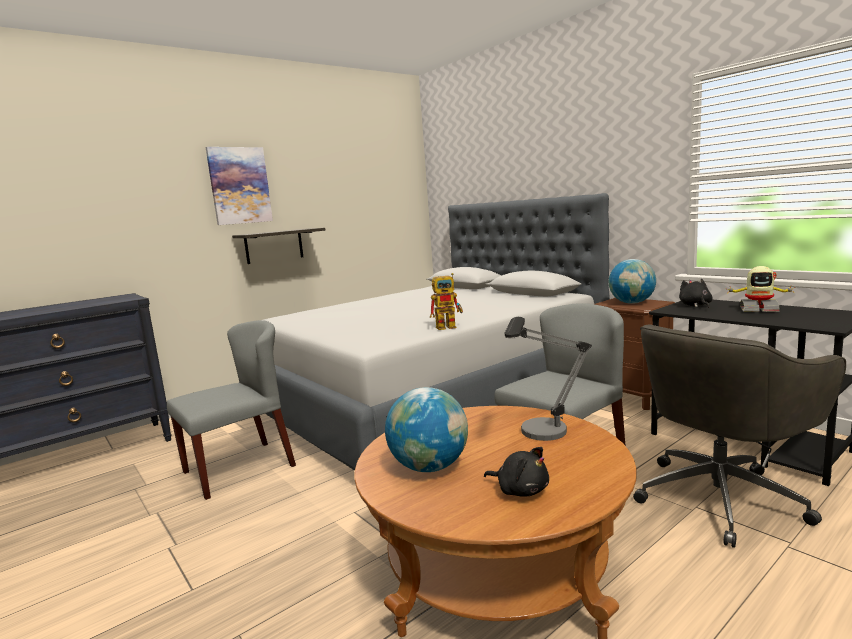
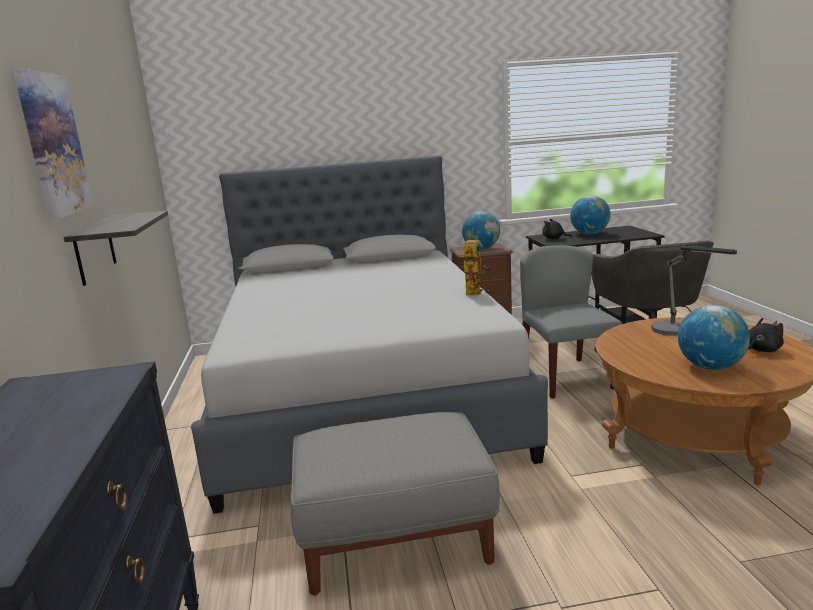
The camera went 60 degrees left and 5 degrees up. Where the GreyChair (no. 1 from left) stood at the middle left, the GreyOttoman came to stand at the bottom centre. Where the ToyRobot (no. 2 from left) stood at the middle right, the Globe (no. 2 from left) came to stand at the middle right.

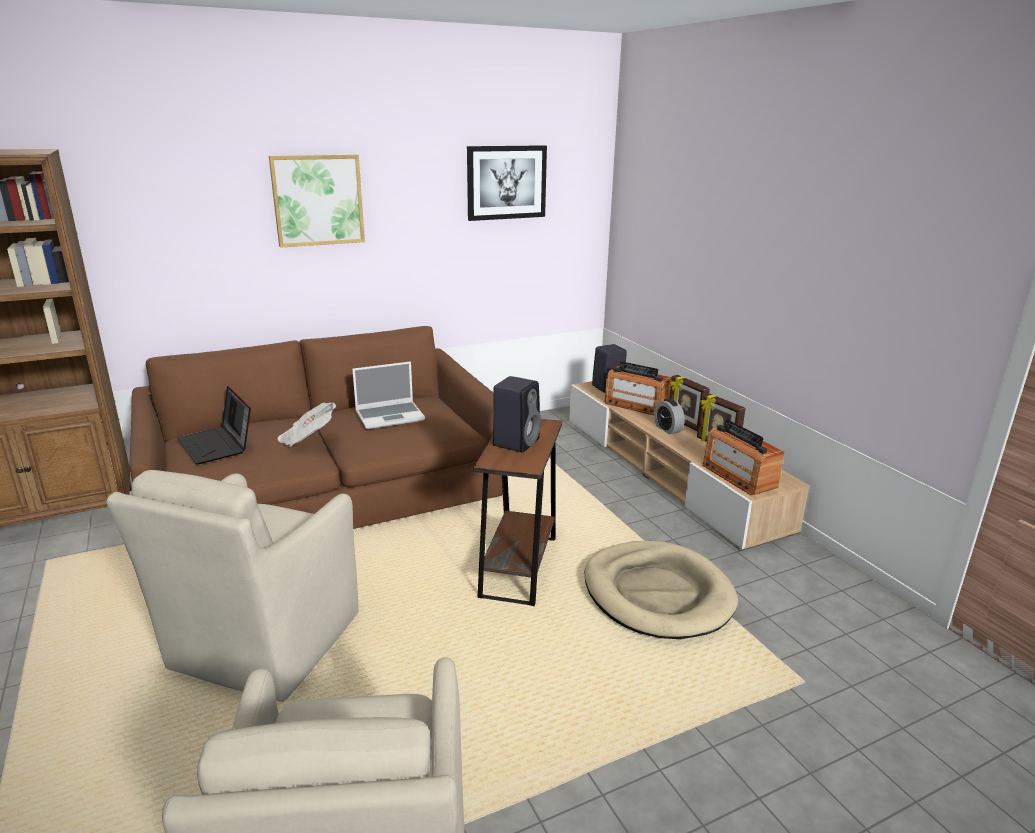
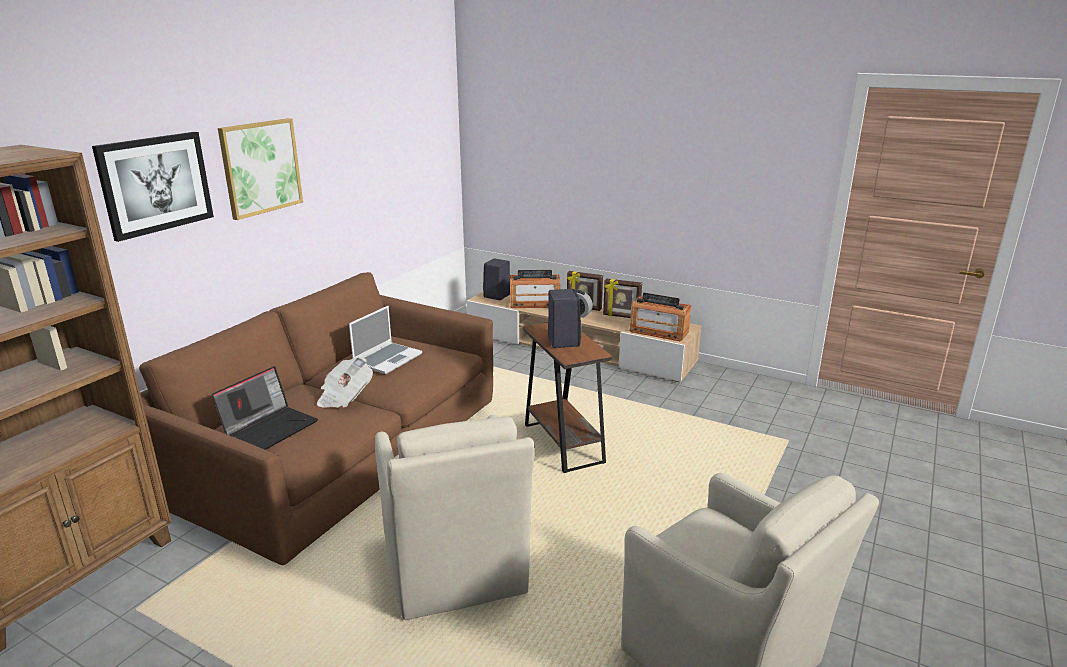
The camera went 35 degrees left and 0 degrees up. The Picture (no. 2 from left in the first image) ended up elsewhere, having gone from the top centre to the top left. The Laptop (no. 1 from left) at the middle left ended up facing another way, 75 degrees counterclockwise from before. The second view lost the BeigeDogBed at the bottom centre.

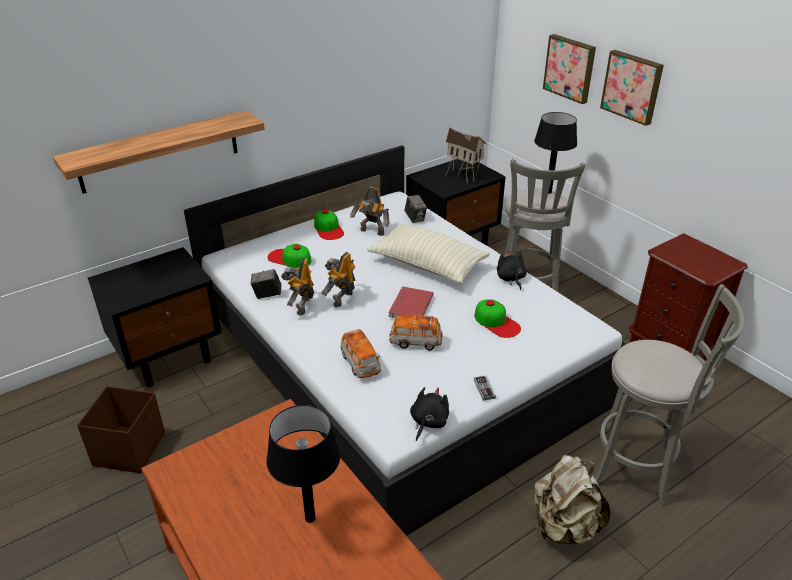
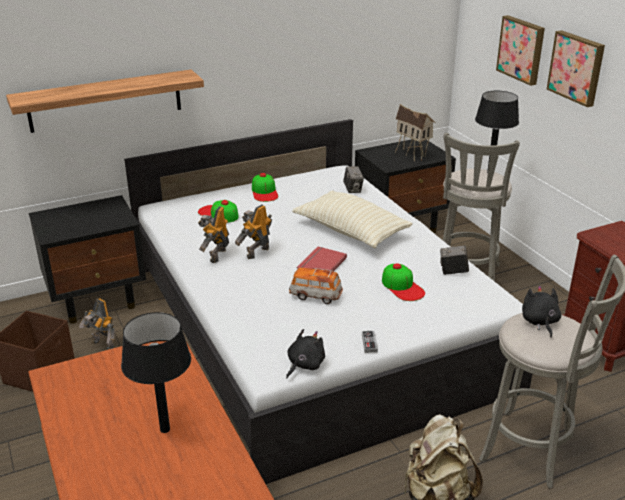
The camera went 10 degrees right and 5 degrees down. The ToyRobot (no. 3 from left in the first image) ended up elsewhere, having gone from the centre to the middle left. The PhotoCamera (no. 1 from left in the first image) ended up elsewhere, having gone from the centre to the middle right. The BlackPlushToy (no. 2 from left) ended up elsewhere, having gone from the centre to the middle right. The second view lost the ToyCar (no. 1 from left) at the centre.

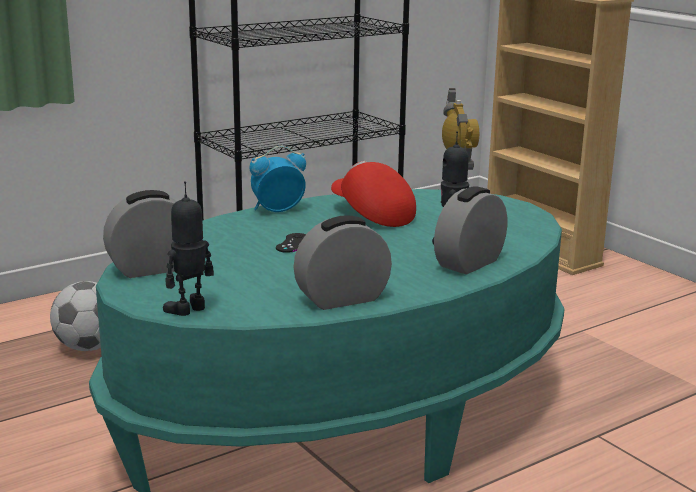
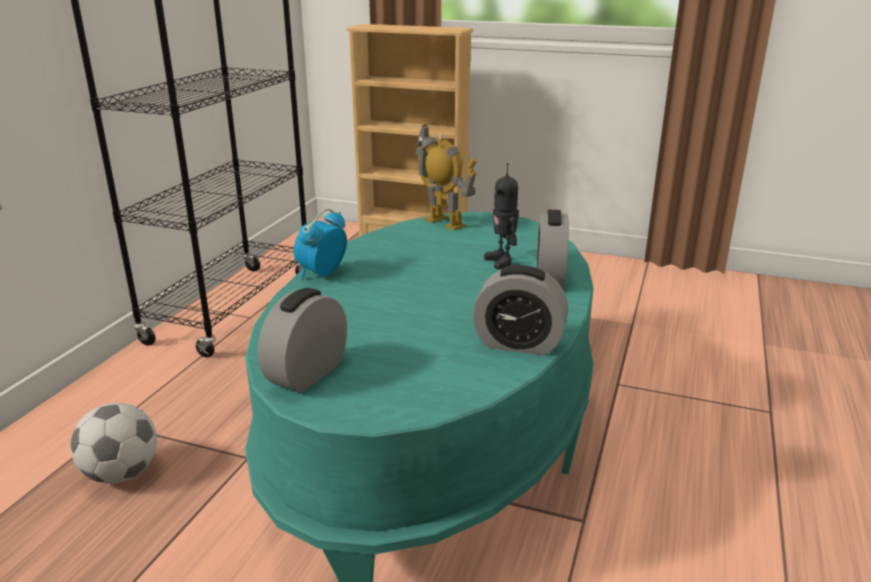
The camera went 35 degrees left and 5 degrees up. The AlarmClock (no. 3 from left) at the centre ended up facing another way, 105 degrees counterclockwise from before. The second view lost the ToyRobot (no. 1 from left) at the middle left. The second view lost the BlackGameController at the centre. The second view lost the RedCap at the centre.

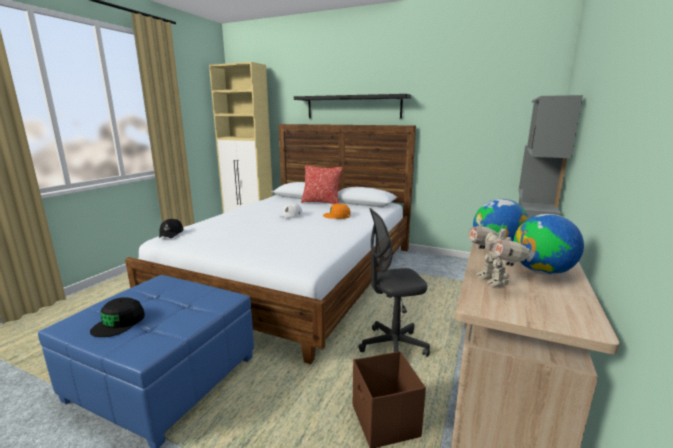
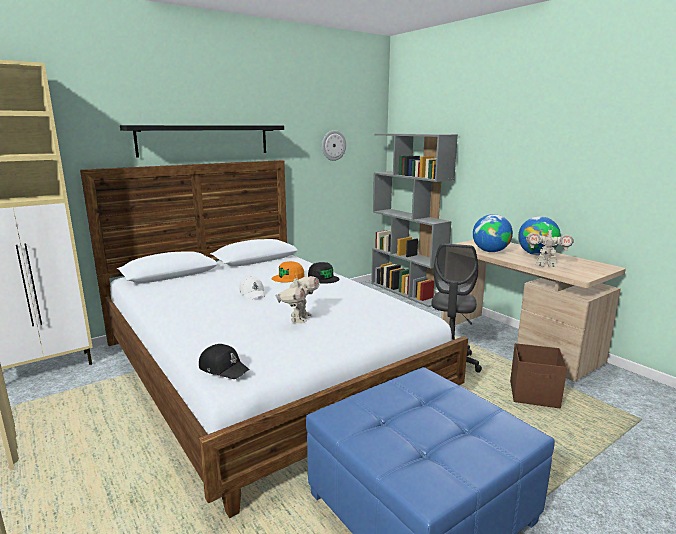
The camera went 60 degrees left and 0 degrees up. The second view gained the ToyRobot (no. 1 from left) at the centre. The BlackCap (no. 1 from left in the first image) ended up elsewhere, having gone from the bottom left to the centre. The second view gained the WallClock at the top centre. The second view lost the Pillow at the centre.

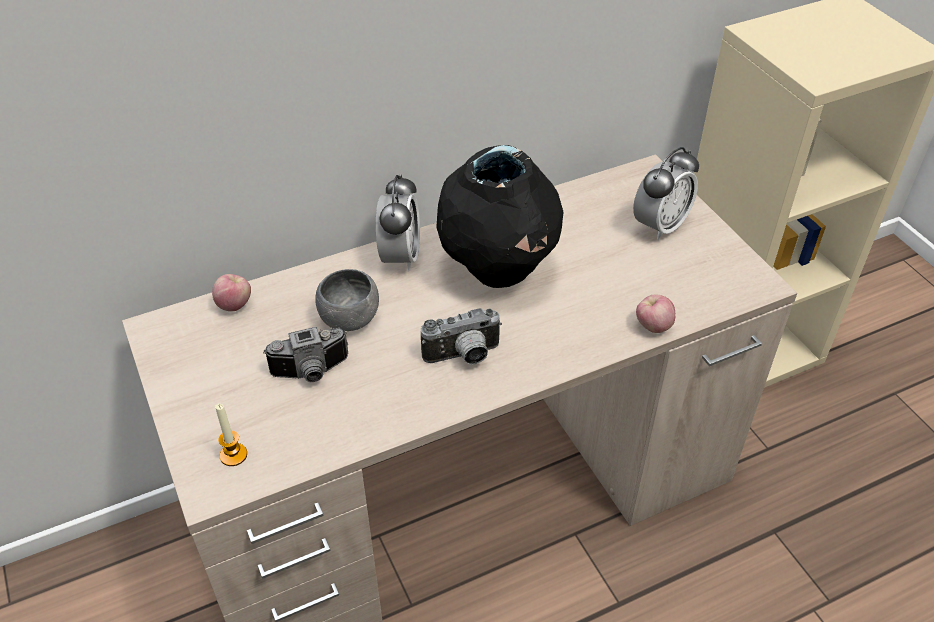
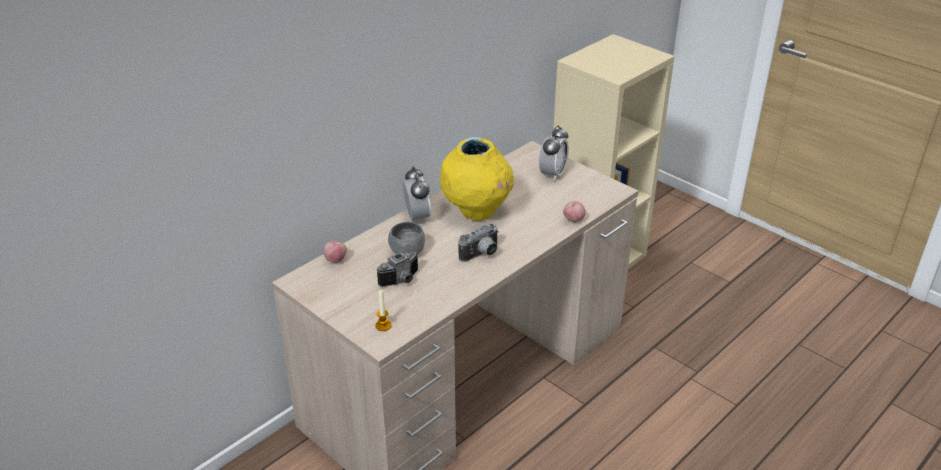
The camera went 20 degrees left and 10 degrees down. What was the BlackVase at the centre turned into the YellowVase at the centre.

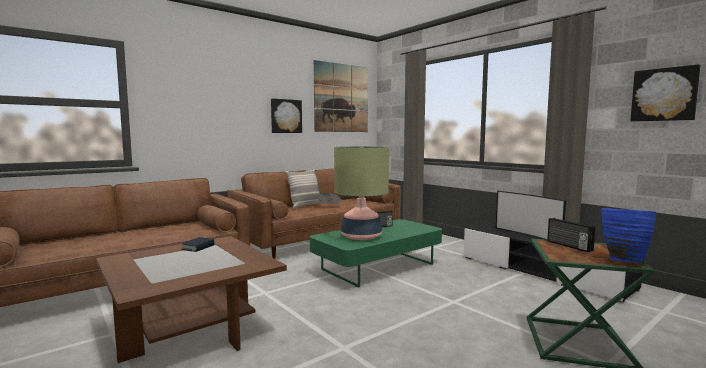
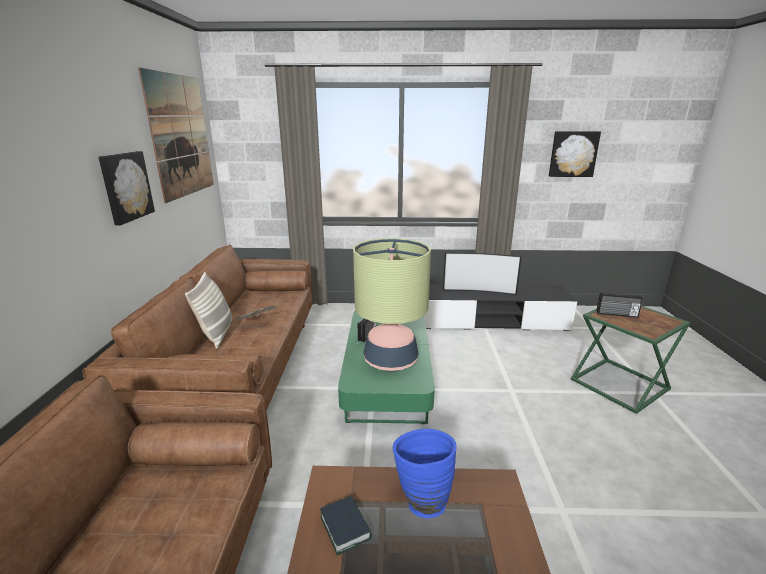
The camera went 50 degrees left and 15 degrees up. The BlueVase ended up elsewhere, having gone from the middle right to the bottom centre.

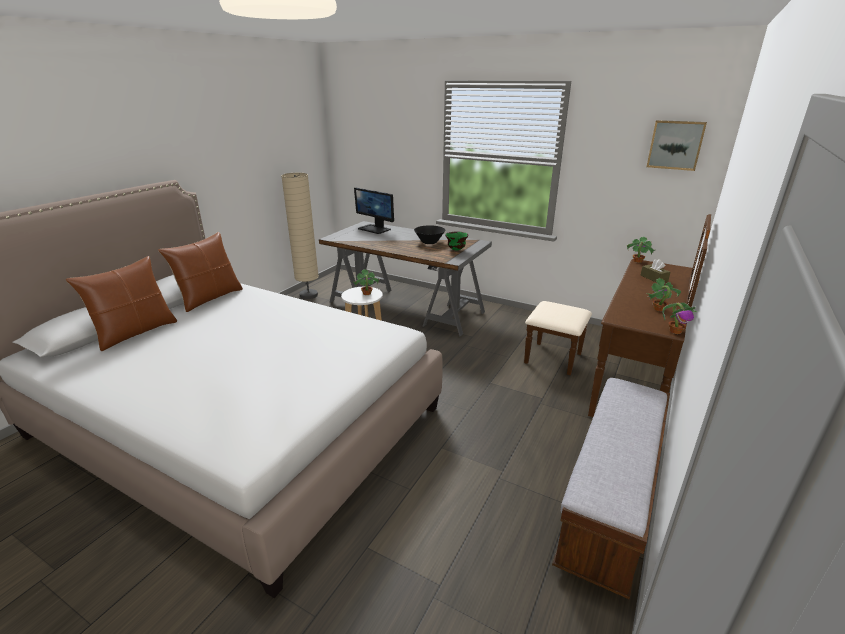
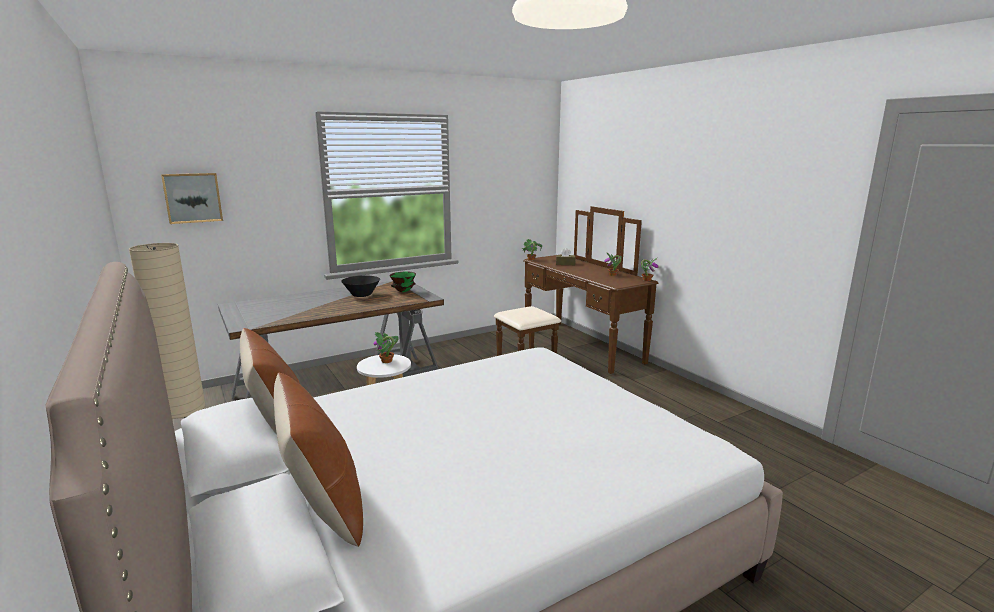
The camera went 60 degrees left and 10 degrees down. The Picture ended up elsewhere, having gone from the top right to the top left. The second view lost the Monitor at the top centre. The second view lost the Bench at the bottom right.

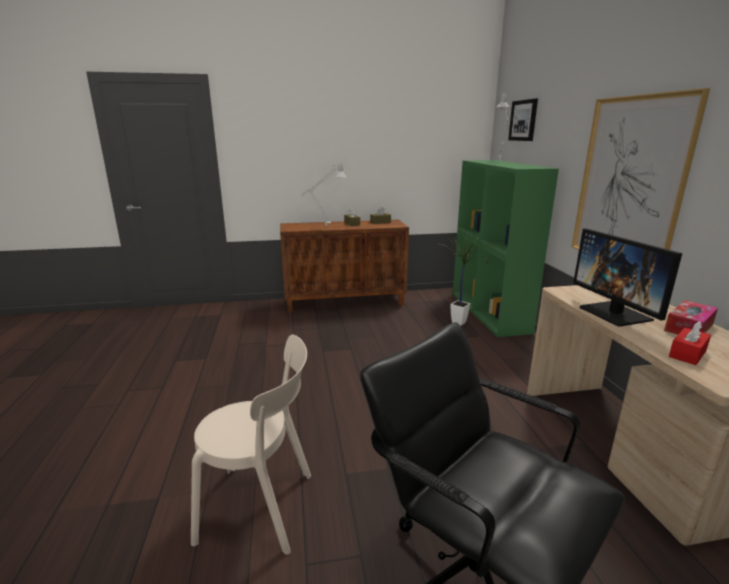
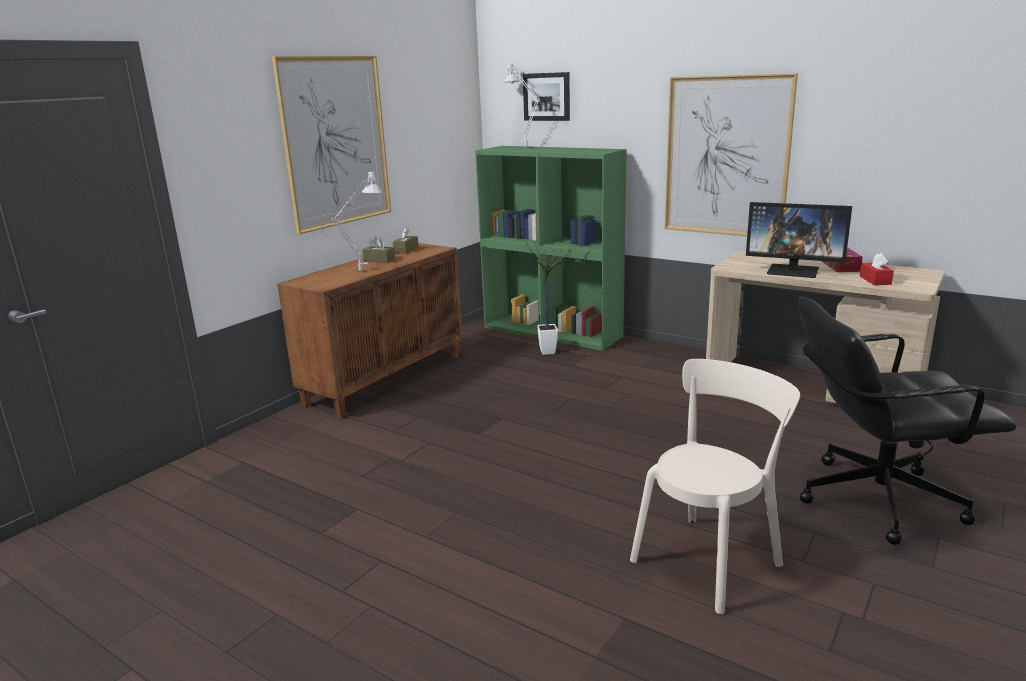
The camera went 45 degrees left and 0 degrees up. The second view gained the Picture (no. 1 from left) at the top left.

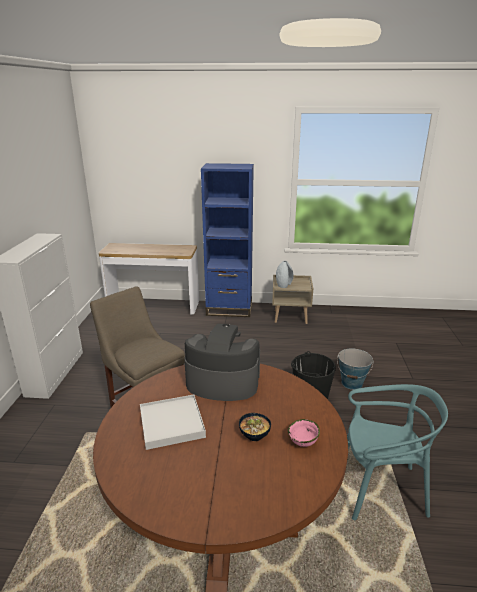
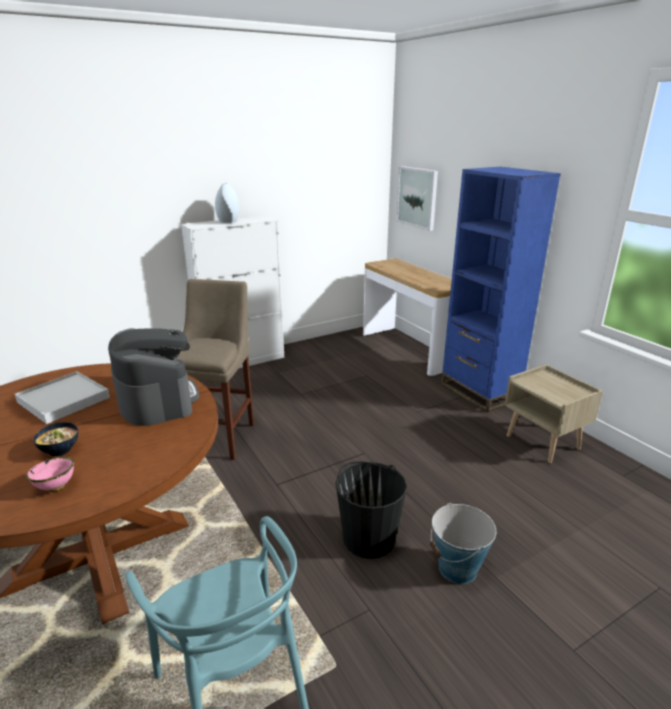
The camera went 55 degrees right and 0 degrees up. The GreyVase ended up elsewhere, having gone from the centre to the top centre. The second view gained the Picture at the top centre.

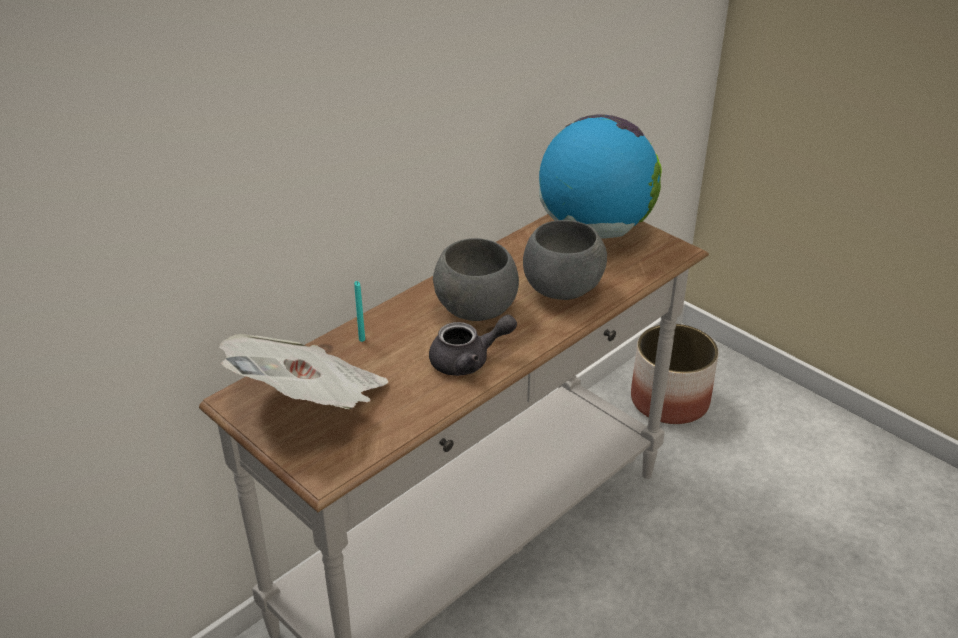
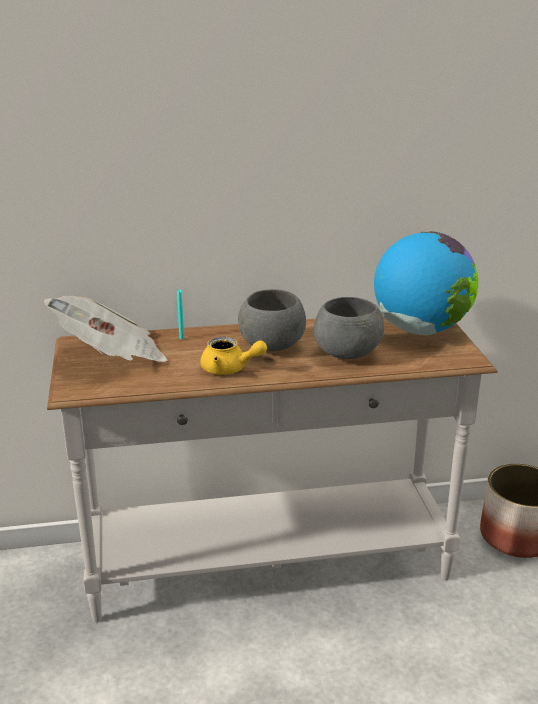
The camera went 35 degrees right and 10 degrees down. What was the GreyTeapot at the centre turned into the YellowTeapot at the centre.

